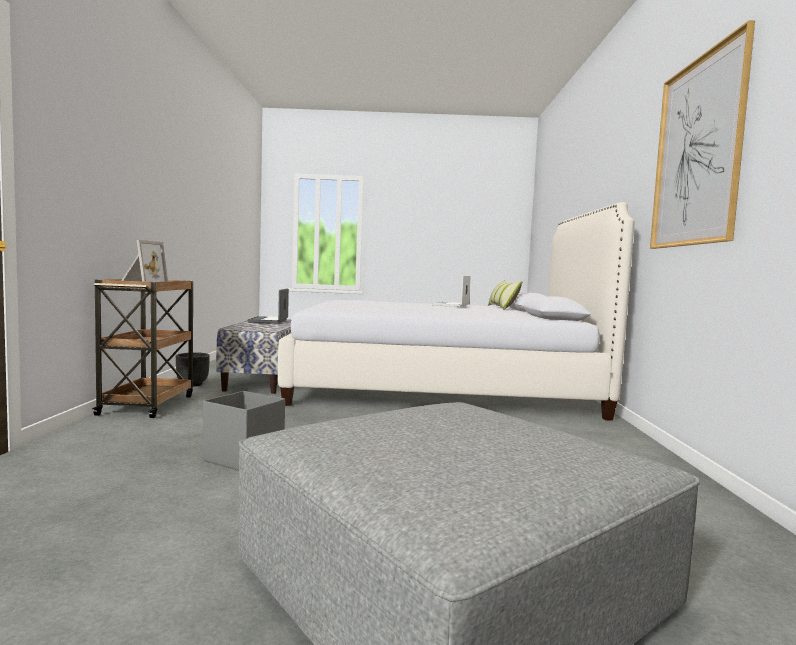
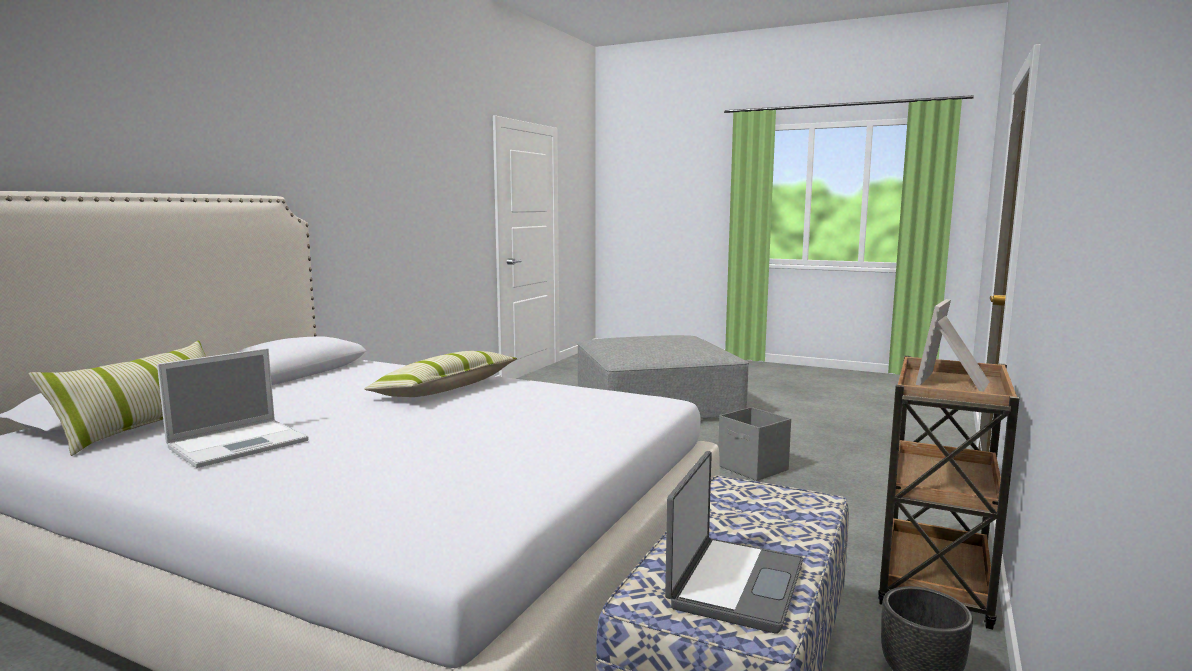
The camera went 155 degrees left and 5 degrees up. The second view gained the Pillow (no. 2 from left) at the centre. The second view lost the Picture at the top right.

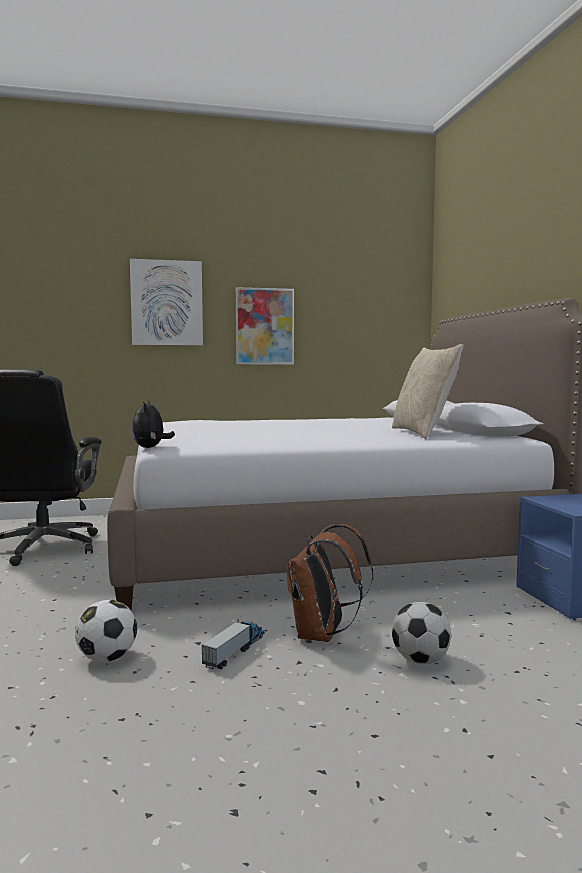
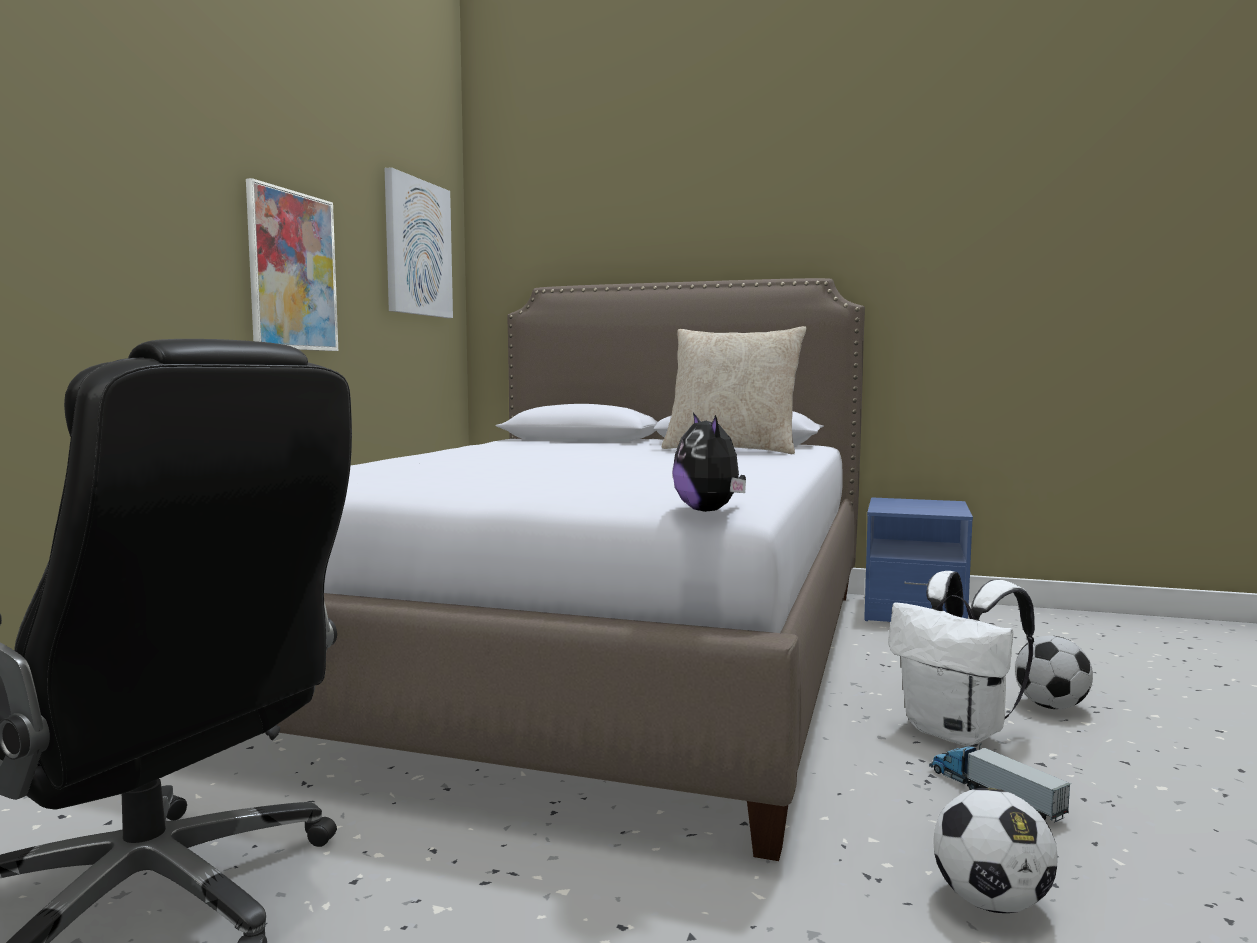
The camera went 60 degrees left and 0 degrees up. The Picture (no. 1 from left in the first image) ended up elsewhere, having gone from the middle left to the top centre. The PlushToy at the middle left ended up facing another way, 45 degrees clockwise from before. What was the BrownBackpack at the bottom centre turned into the WhiteBackpack at the bottom right.

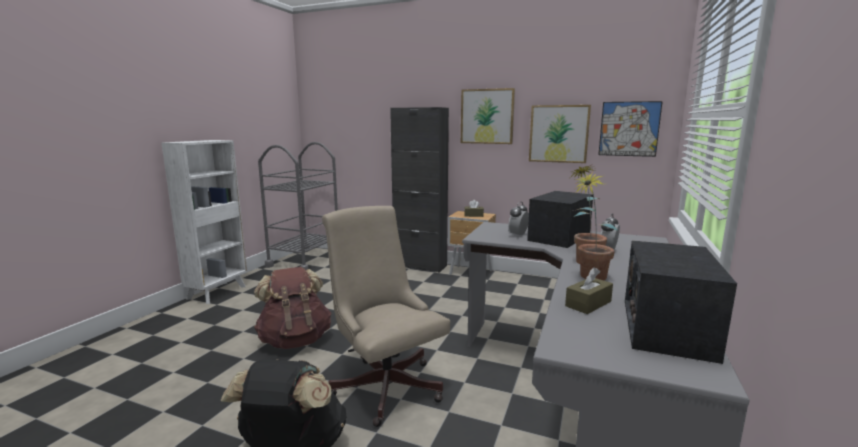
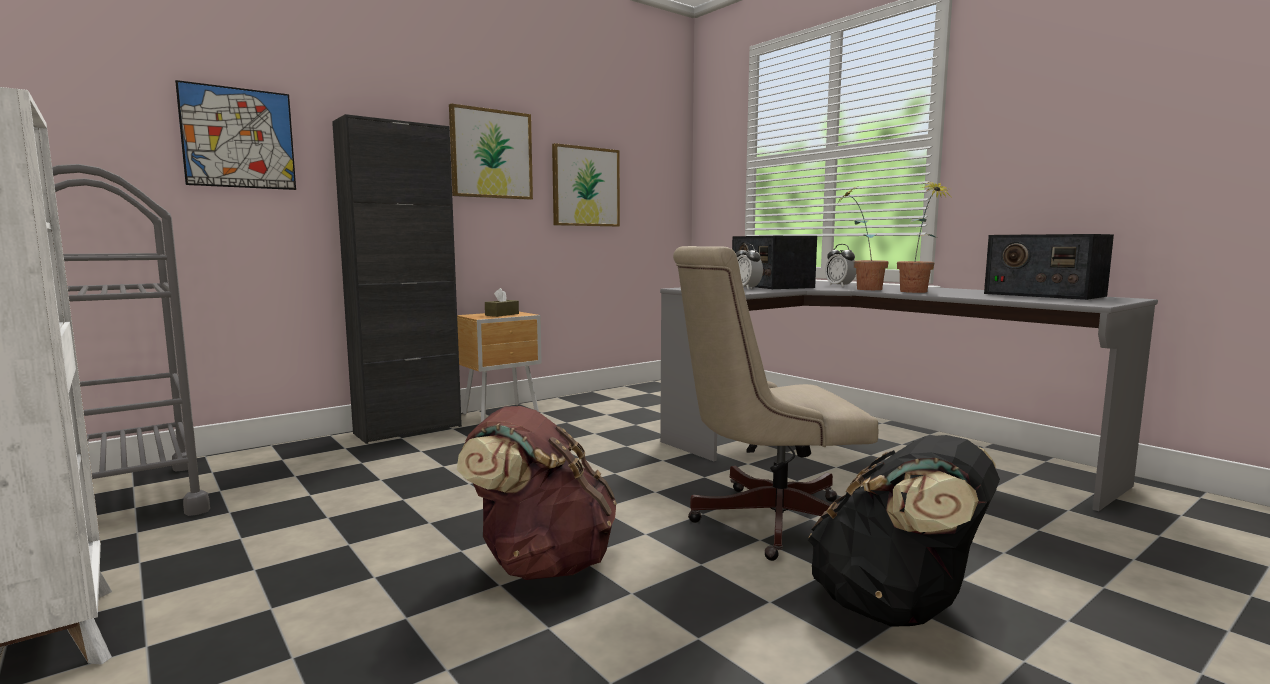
The camera went 60 degrees left and 5 degrees down. The Picture (no. 3 from left in the first image) ended up elsewhere, having gone from the top right to the top left. The second view lost the BrownTissueBox (no. 2 from left) at the middle right.

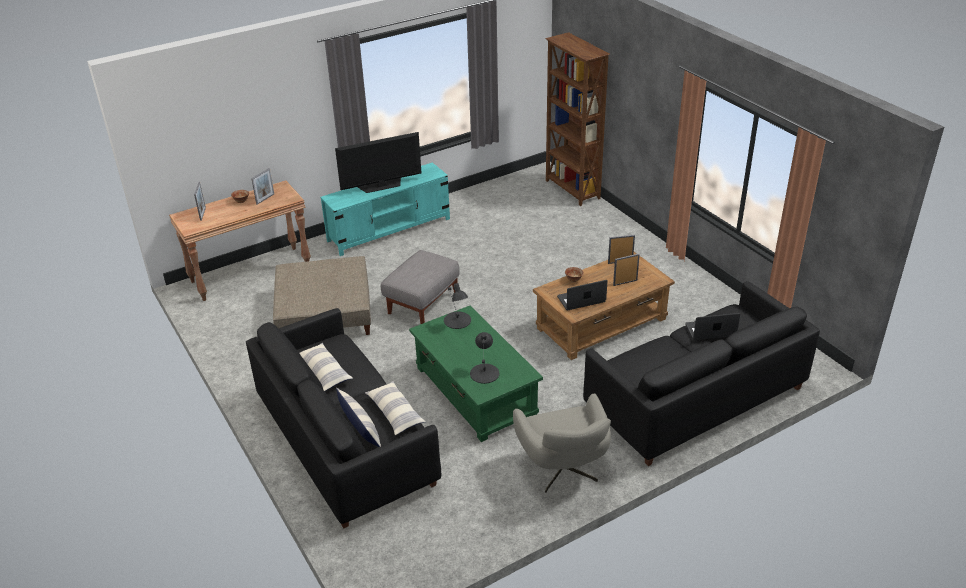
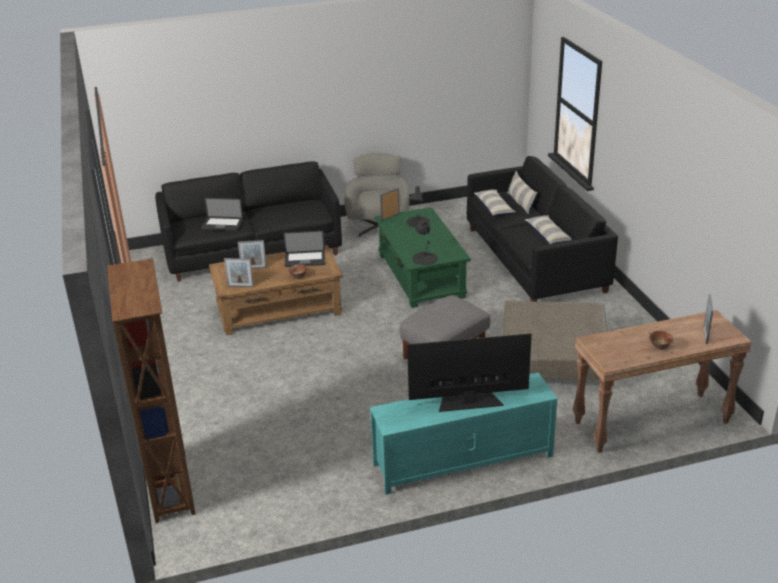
The camera went 165 degrees left and 5 degrees down. The PictureFrame (no. 2 from left in the first image) ended up elsewhere, having gone from the top left to the centre.

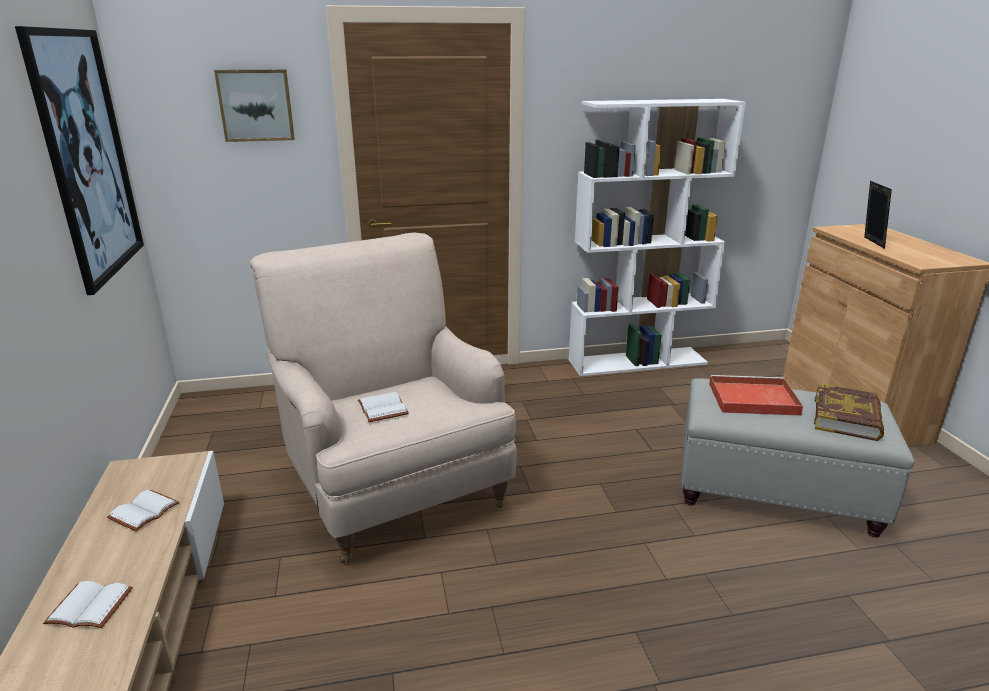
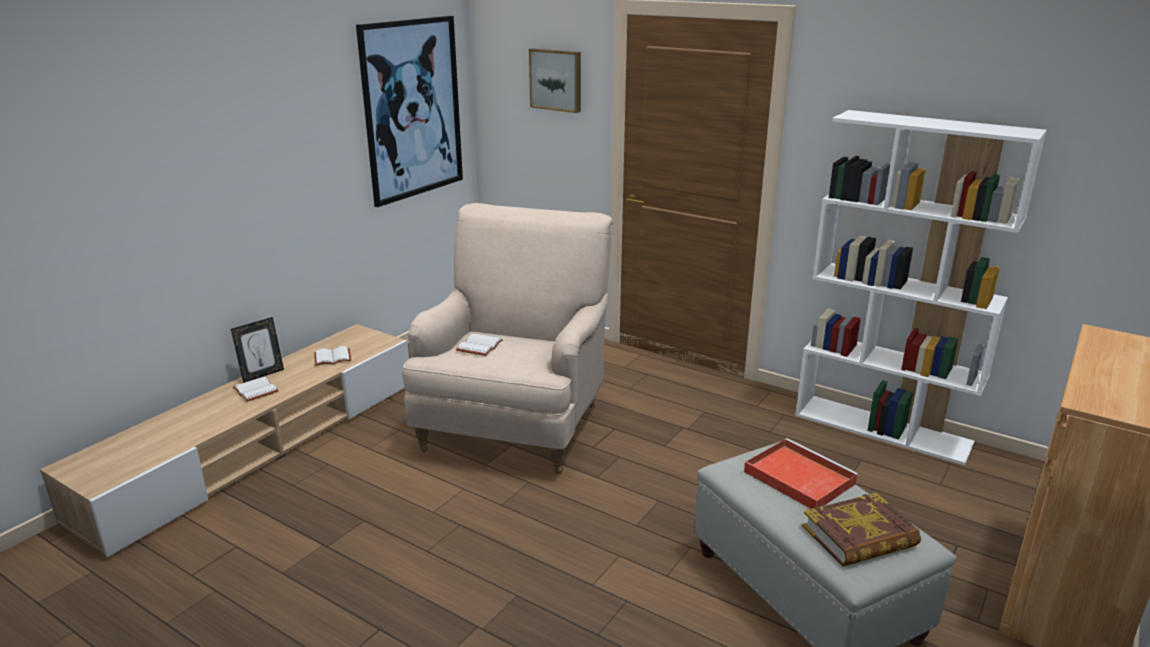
The camera went 45 degrees right and 0 degrees up. The PictureFrame ended up elsewhere, having gone from the top right to the middle left.

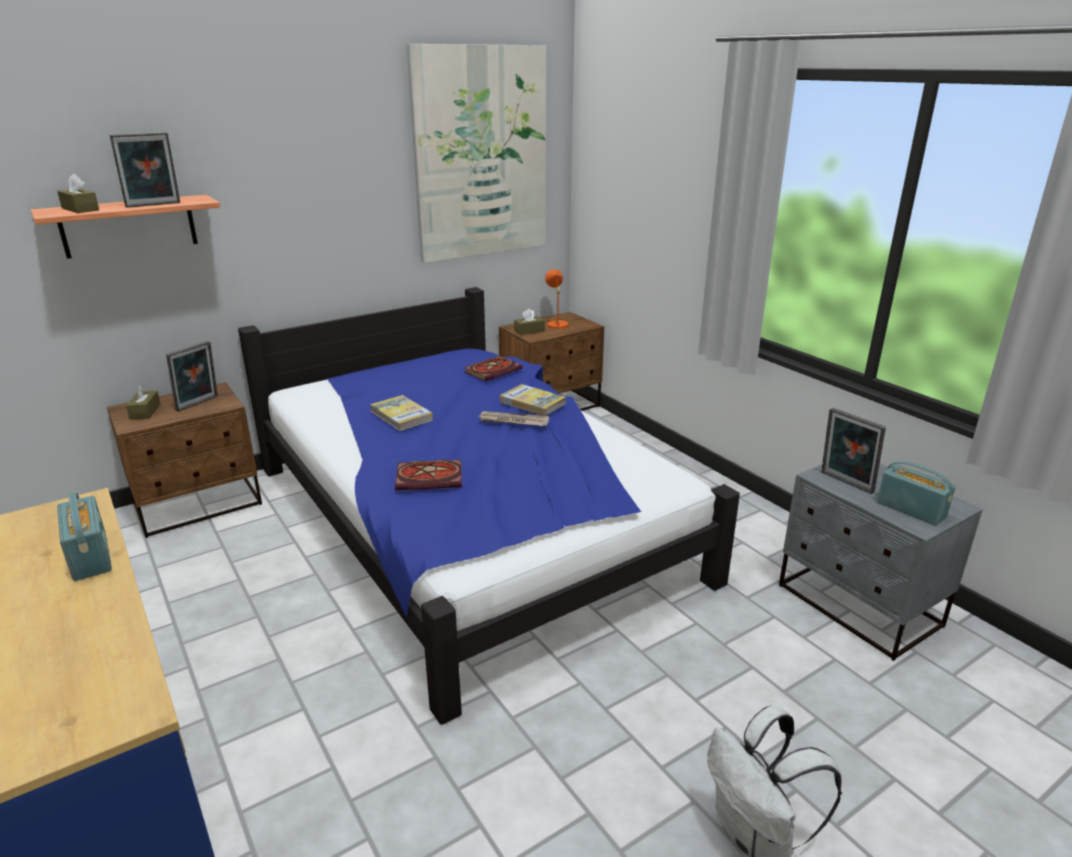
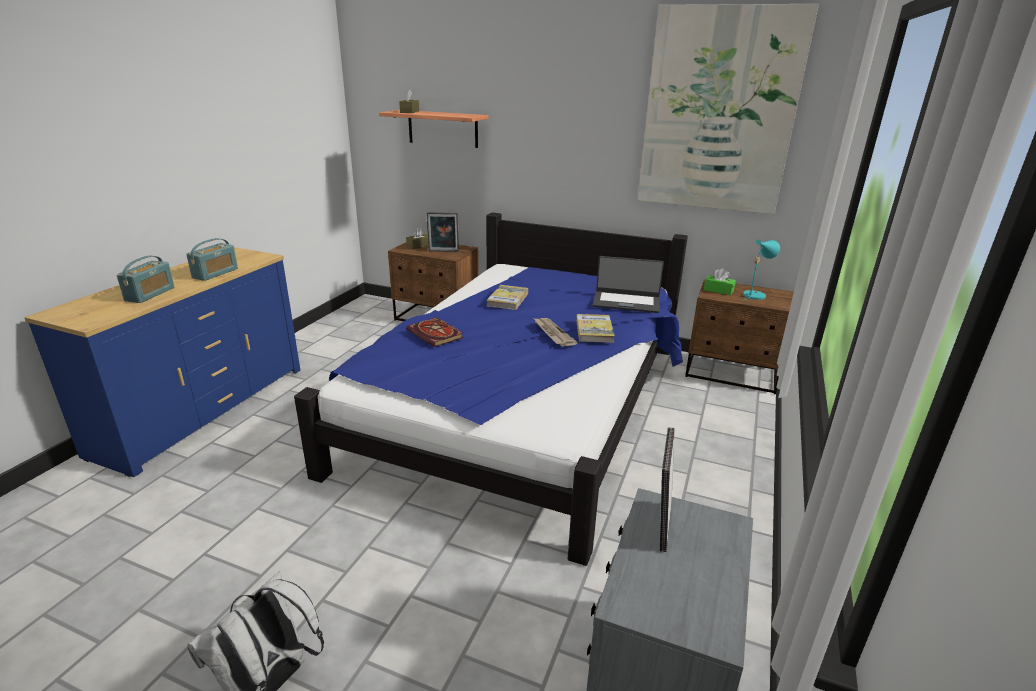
The camera went 55 degrees right and 0 degrees up. The Radio (no. 2 from left in the first image) ended up elsewhere, having gone from the middle right to the middle left. Where the Book (no. 3 from left) stood at the centre, the Laptop came to stand at the centre. What was the BrownTissueBox (no. 3 from left) at the centre turned into the GreenTissueBox at the middle right. What was the OrangeTableLamp at the centre turned into the TurquoiseTableLamp at the middle right. The second view lost the PictureFrame (no. 1 from left) at the top left.

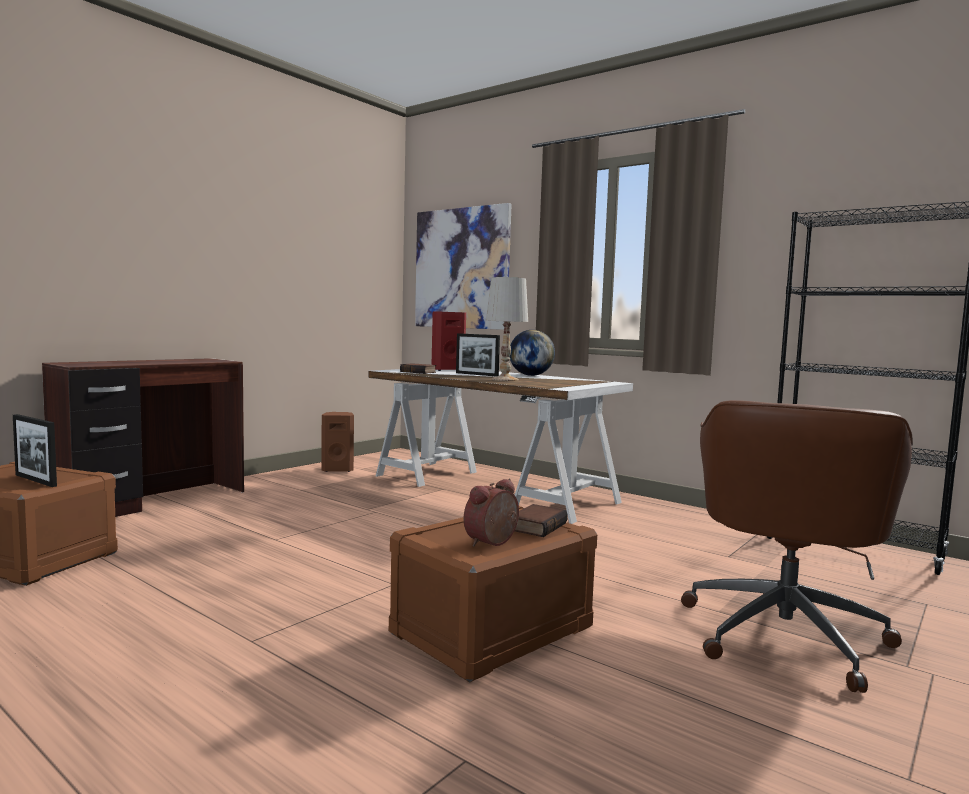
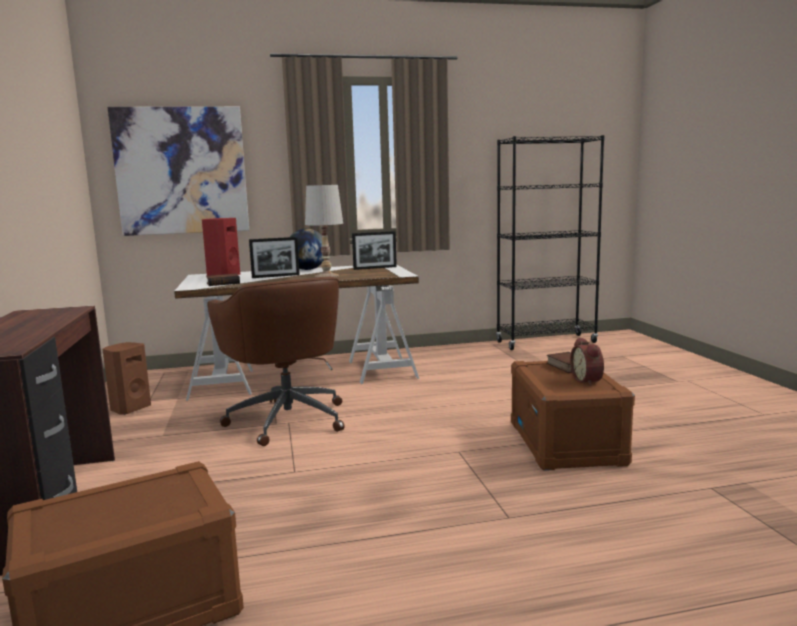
The camera went 50 degrees left and 5 degrees up. The BrownOfficeChair ended up elsewhere, having gone from the bottom right to the centre. The PictureFrame (no. 1 from left in the first image) ended up elsewhere, having gone from the middle left to the centre.

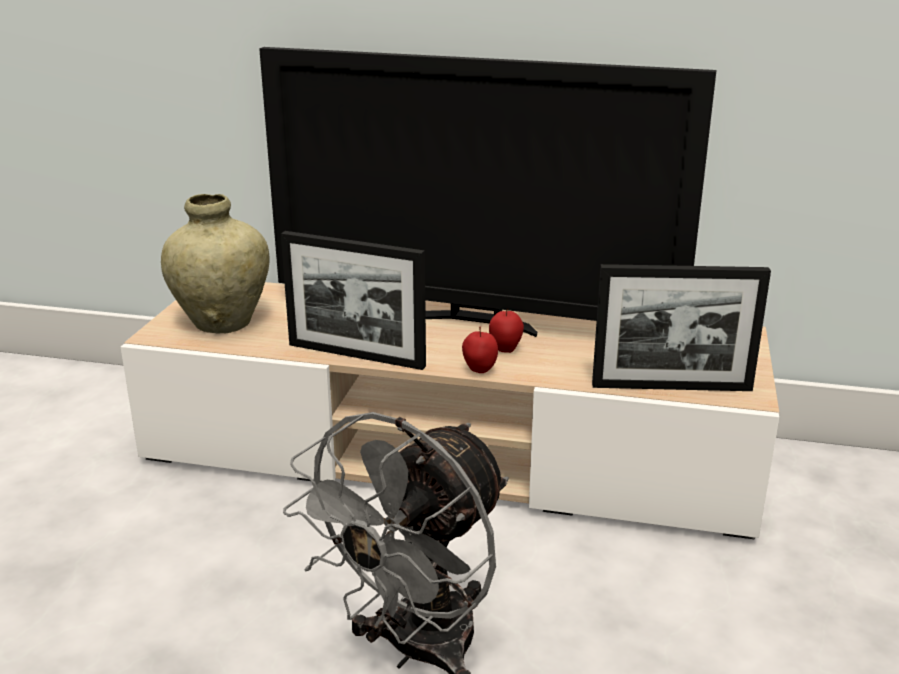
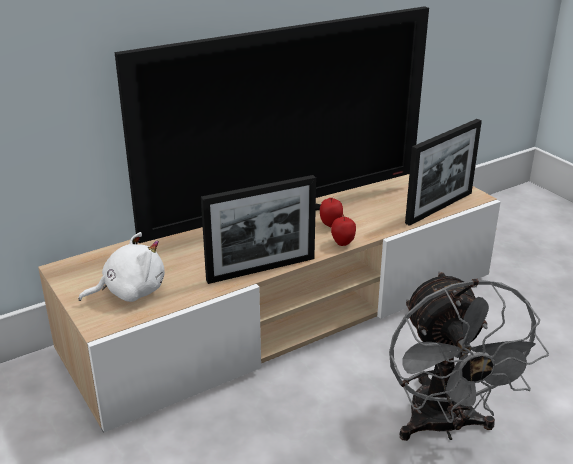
The camera went 45 degrees left and 5 degrees up. Where the BeigeVase stood at the middle left, the WhitePlushToy came to stand at the middle left.

